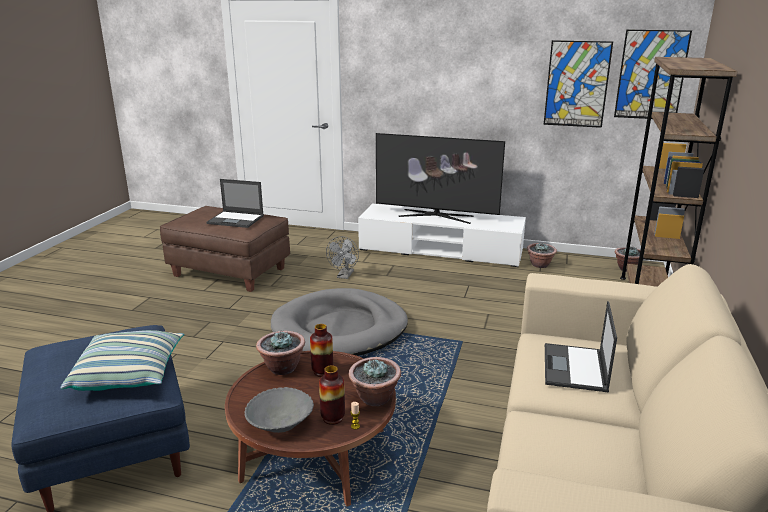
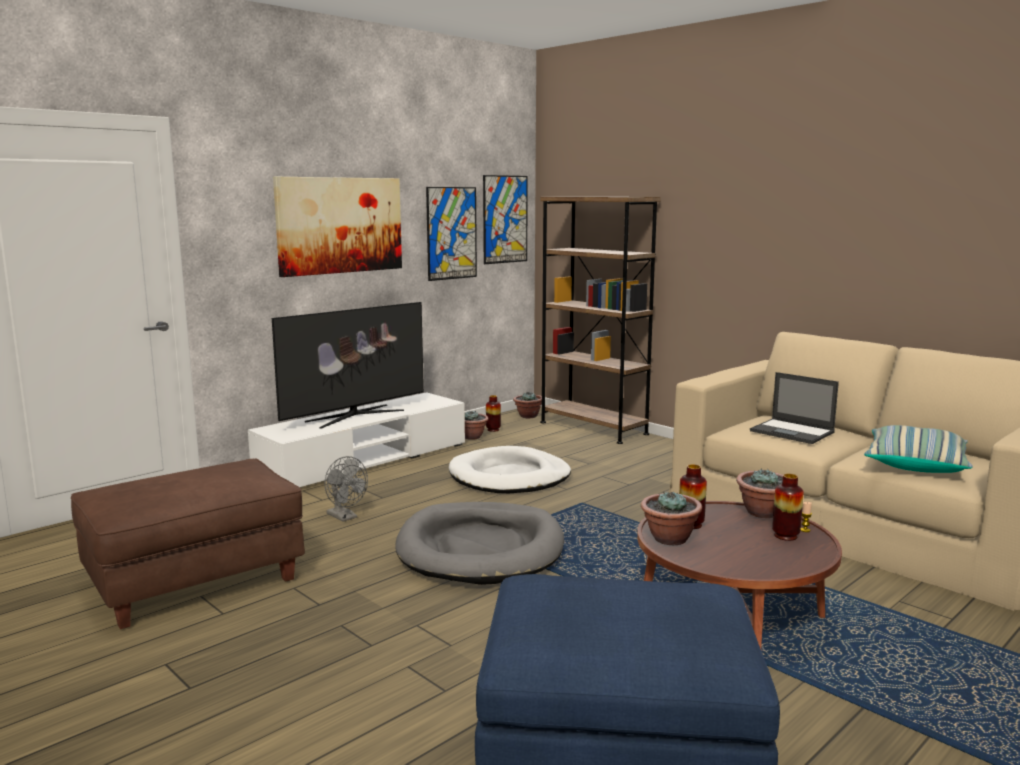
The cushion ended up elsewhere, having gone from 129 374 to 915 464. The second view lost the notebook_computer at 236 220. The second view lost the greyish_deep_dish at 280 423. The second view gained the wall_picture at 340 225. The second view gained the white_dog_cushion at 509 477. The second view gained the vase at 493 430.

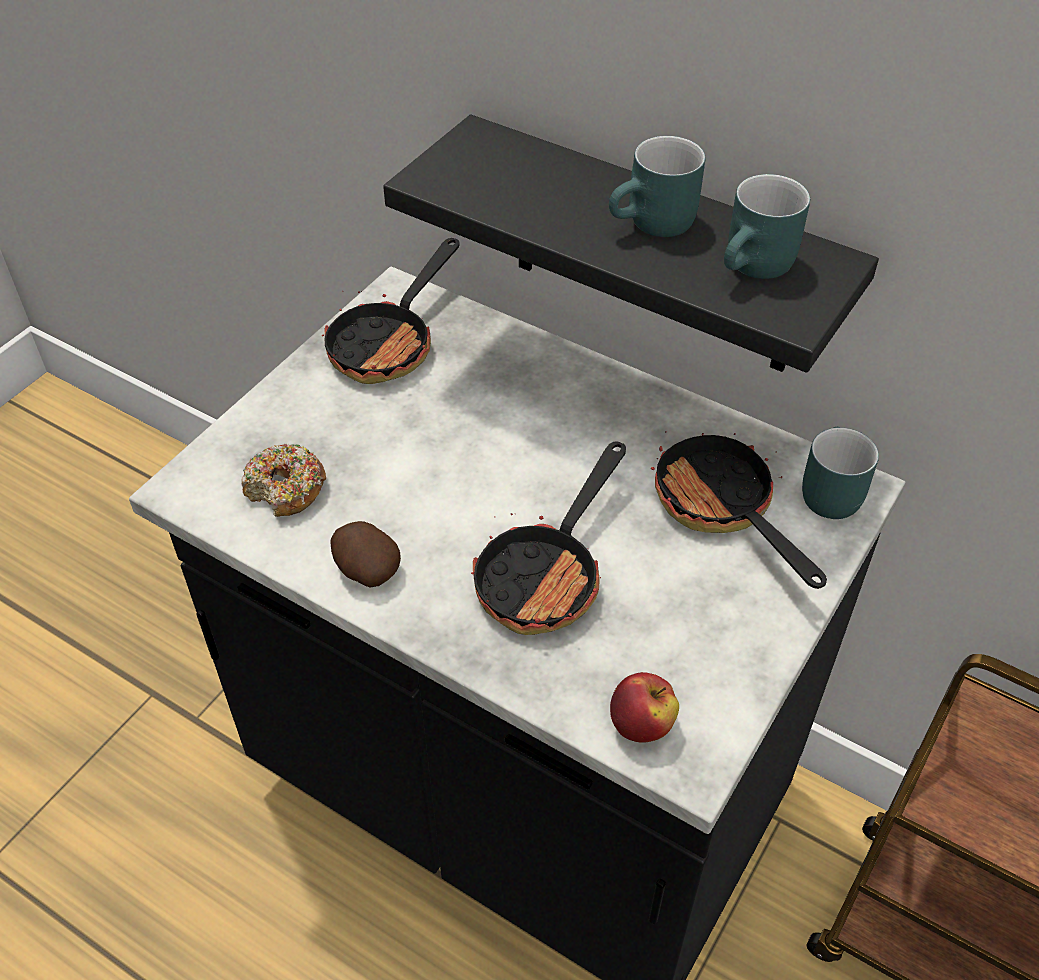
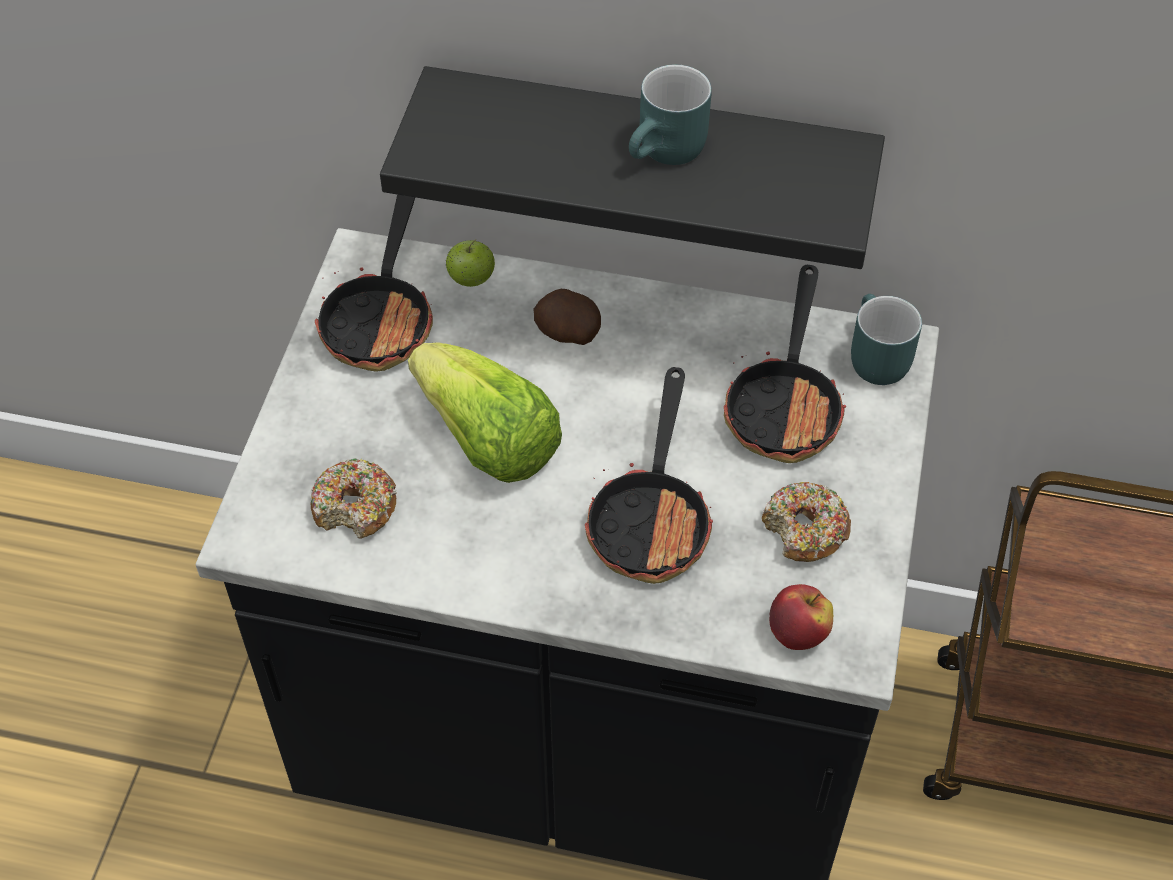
The whole_potato ended up elsewhere, having gone from 365 570 to 567 333. The skillet at 722 509 ended up facing another way, 120 degrees counterclockwise from before. The second view lost the blue-green_mug at 758 268. The second view gained the lettuce at 487 440. The second view gained the apple at 471 279. The second view gained the donut at 804 530.

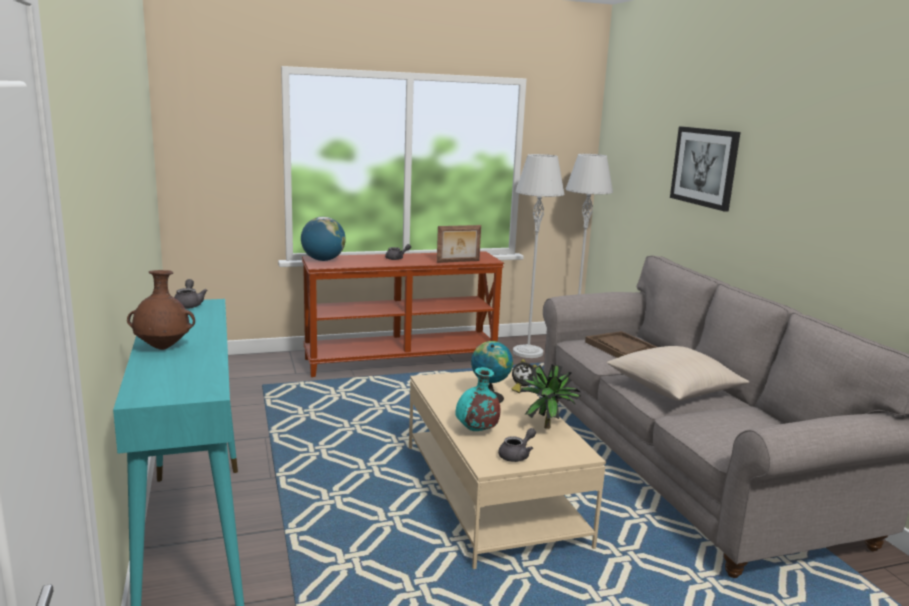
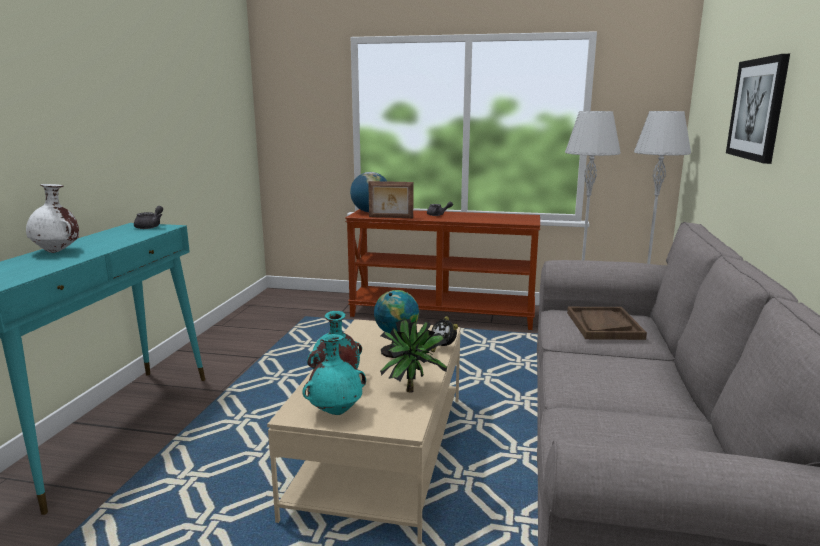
What was the brown_vase at 164 347 turned into the white_vase at 57 251. The standing_frame ended up elsewhere, having gone from 458 262 to 390 217. Where the greyish_teapot stood at 517 455, the blue-green_vase came to stand at 336 412. The second view lost the beige_cushion at 673 389.

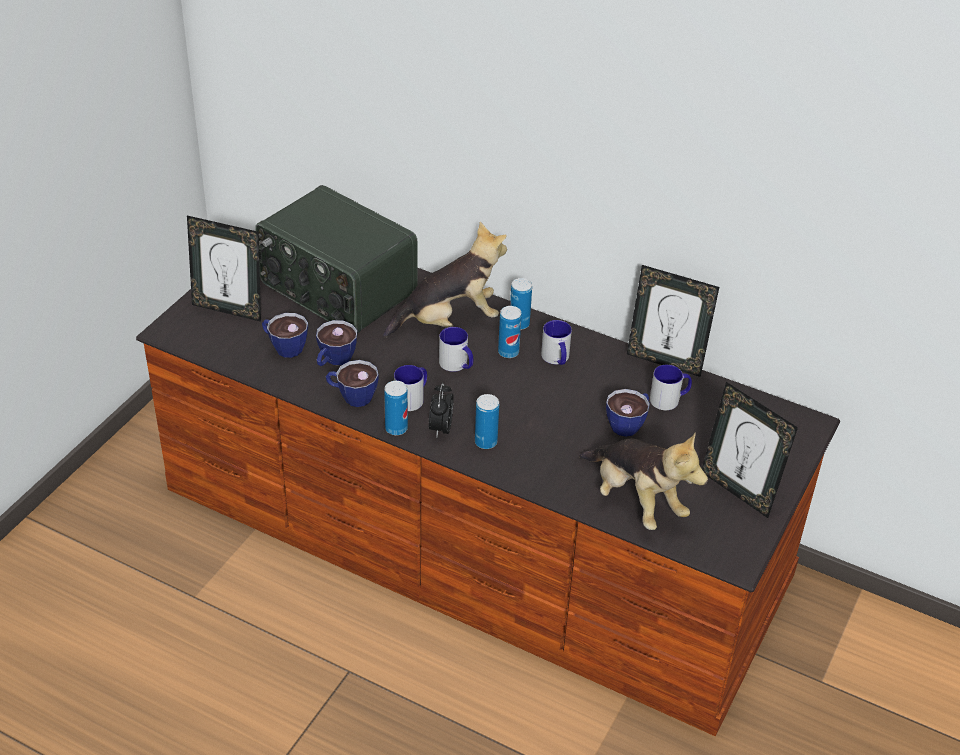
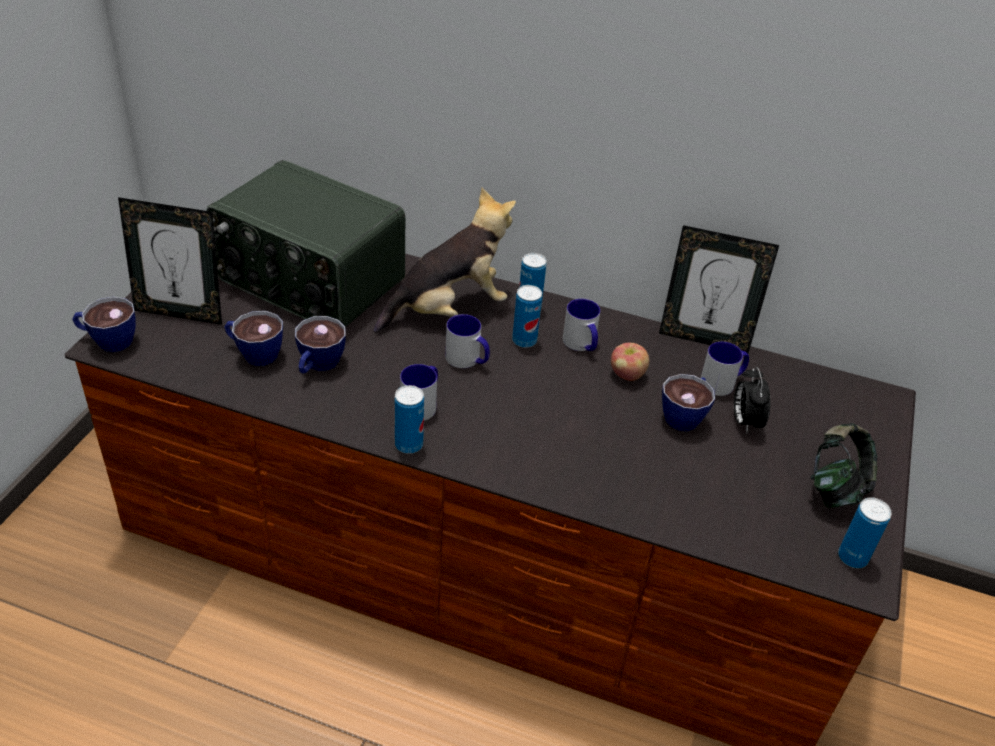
The small_cup ended up elsewhere, having gone from 351 396 to 108 340. The table_clock ended up elsewhere, having gone from 440 428 to 745 421. The metal_can ended up elsewhere, having gone from 486 442 to 852 557. The second view lost the plush_toy at 635 501. Where the standing_frame stood at 738 491, the pair_of_headphones came to stand at 836 488. The second view gained the apple at 627 374.

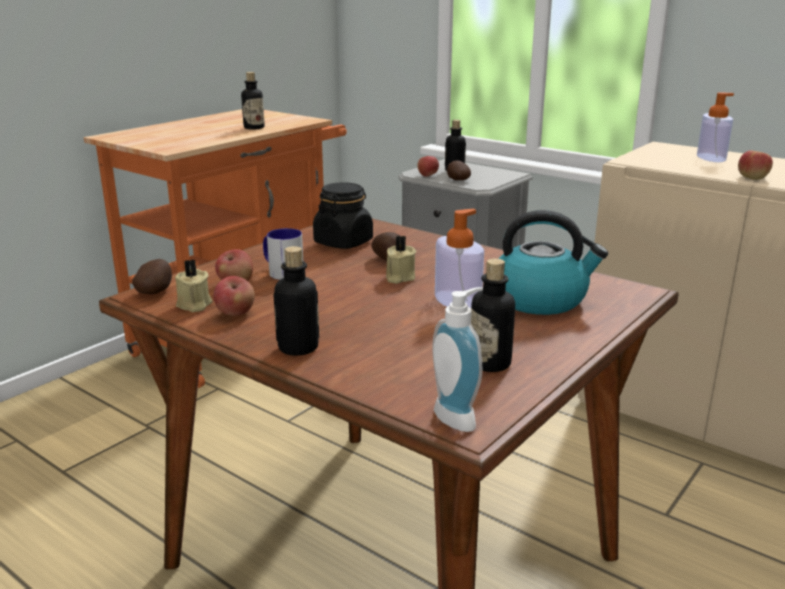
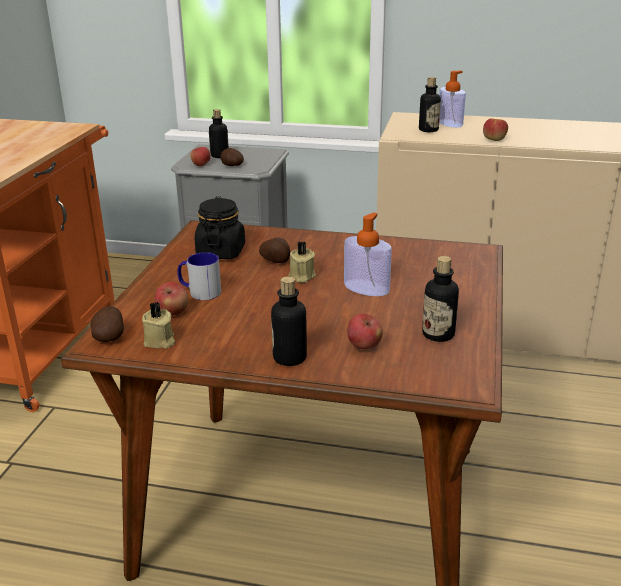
The apple ended up elsewhere, having gone from 235 313 to 364 346. The drink_bottle ended up elsewhere, having gone from 254 127 to 428 130. The second view lost the liquid_soap_bottle at 459 417. The second view lost the tea_kettle at 540 299.

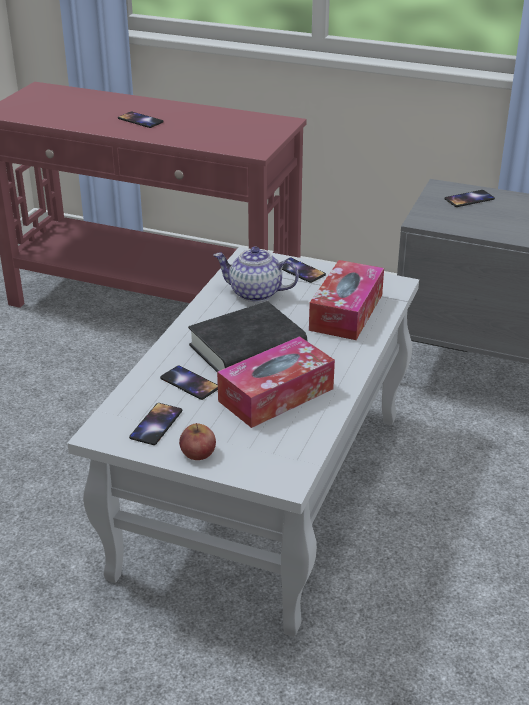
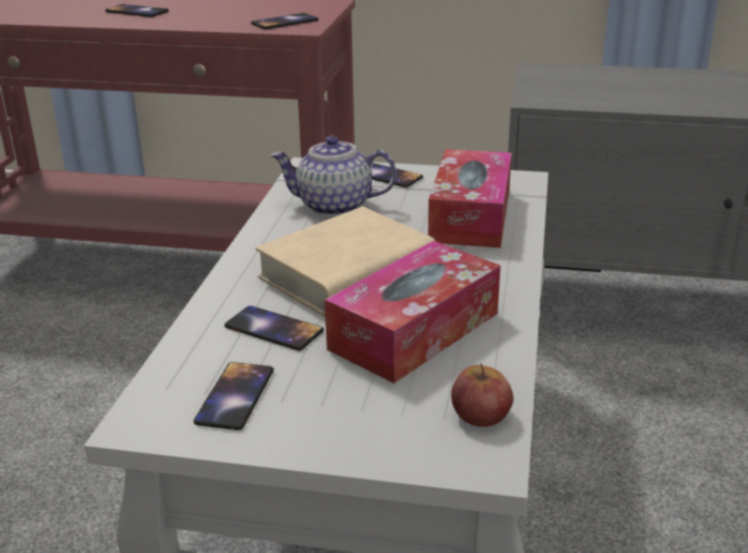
The apple ended up elsewhere, having gone from 198 452 to 480 414. What was the black_bound_book at 247 349 turned into the beige_bound_book at 348 274. The telephone ended up elsewhere, having gone from 469 199 to 285 22.

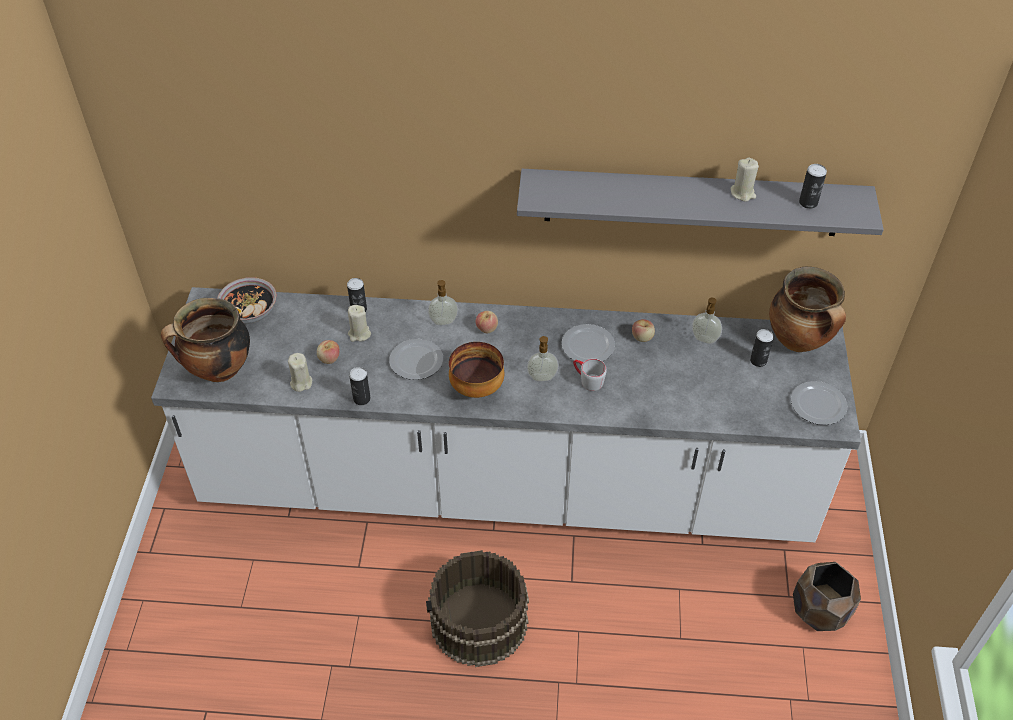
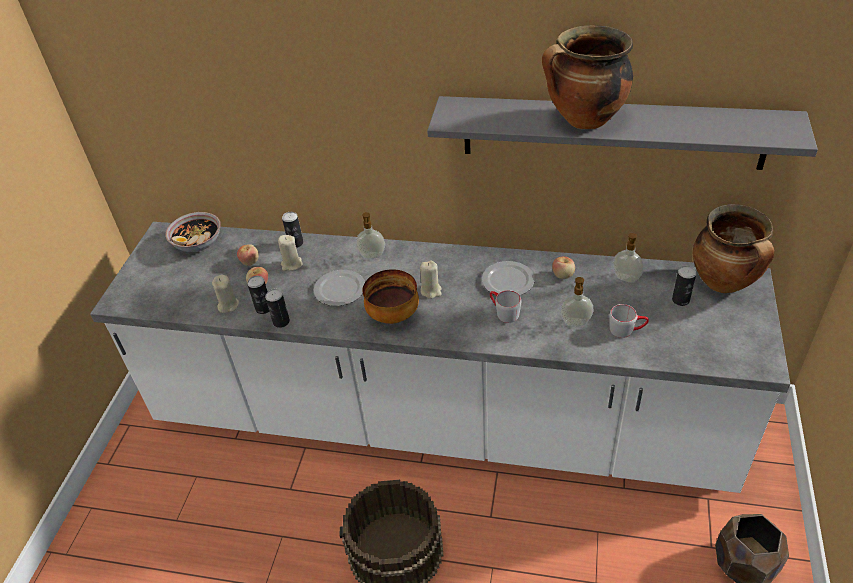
The saucepot ended up elsewhere, having gone from 218 371 to 584 121. The apple ended up elsewhere, having gone from 486 328 to 250 262. The liquid_soap_bottle ended up elsewhere, having gone from 542 378 to 575 323. The beige_wax_light ended up elsewhere, having gone from 743 193 to 431 291. The second view lost the plate at 817 405. The metal_can ended up elsewhere, having gone from 808 203 to 263 308. The second view gained the greyish_mug at 627 329.

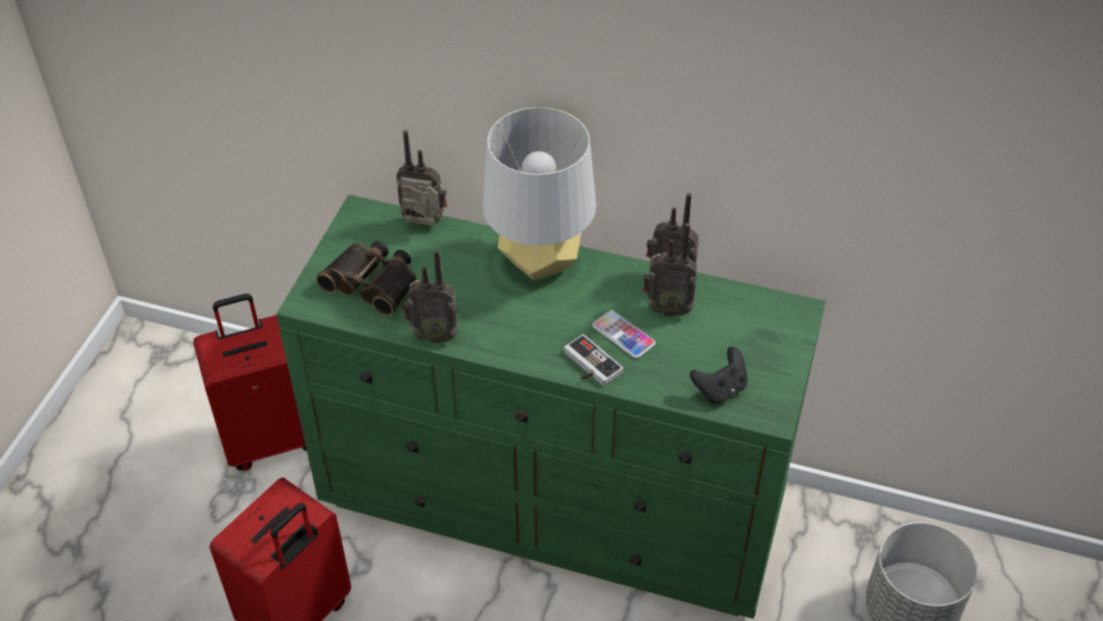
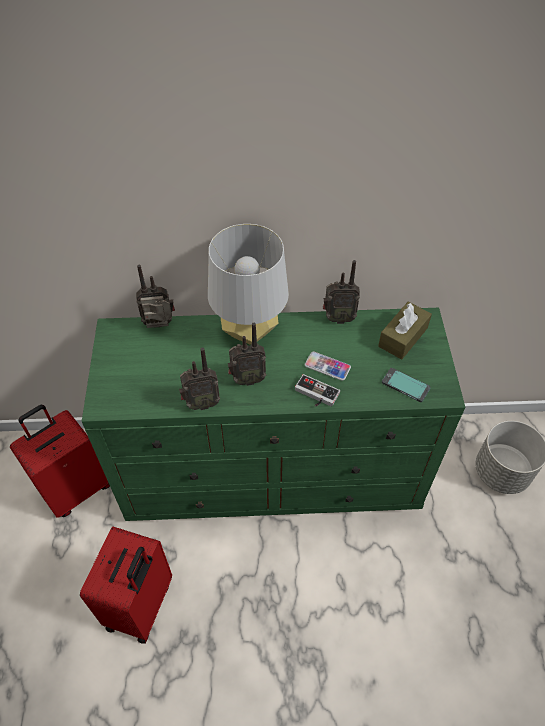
The second view lost the field_glasses at 373 282. The radio ended up elsewhere, having gone from 667 308 to 247 379. Where the black_joypad stood at 720 389, the telephone came to stand at 405 385. The second view gained the brown_tissue_box at 403 337.

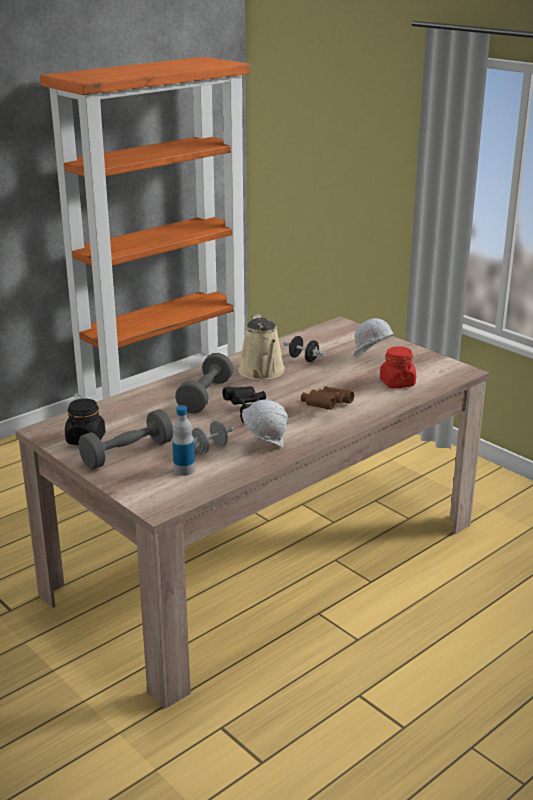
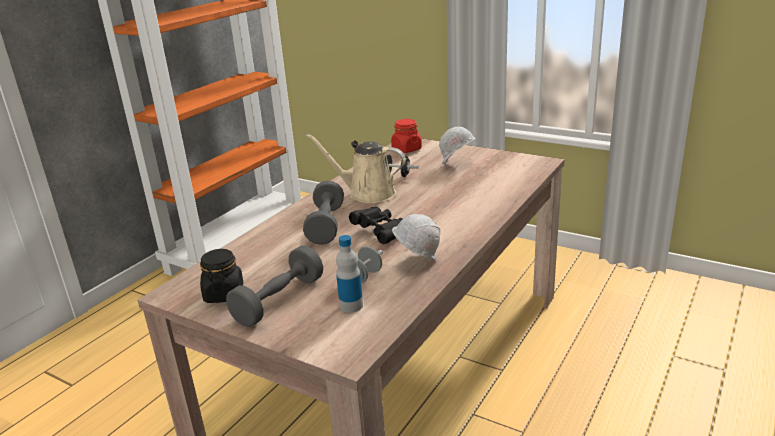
The beige_sprinkling_can at 263 372 ended up facing another way, 135 degrees clockwise from before. The second view lost the brown_field_glasses at 325 407. The red_preserve_jar ended up elsewhere, having gone from 397 383 to 406 149.

